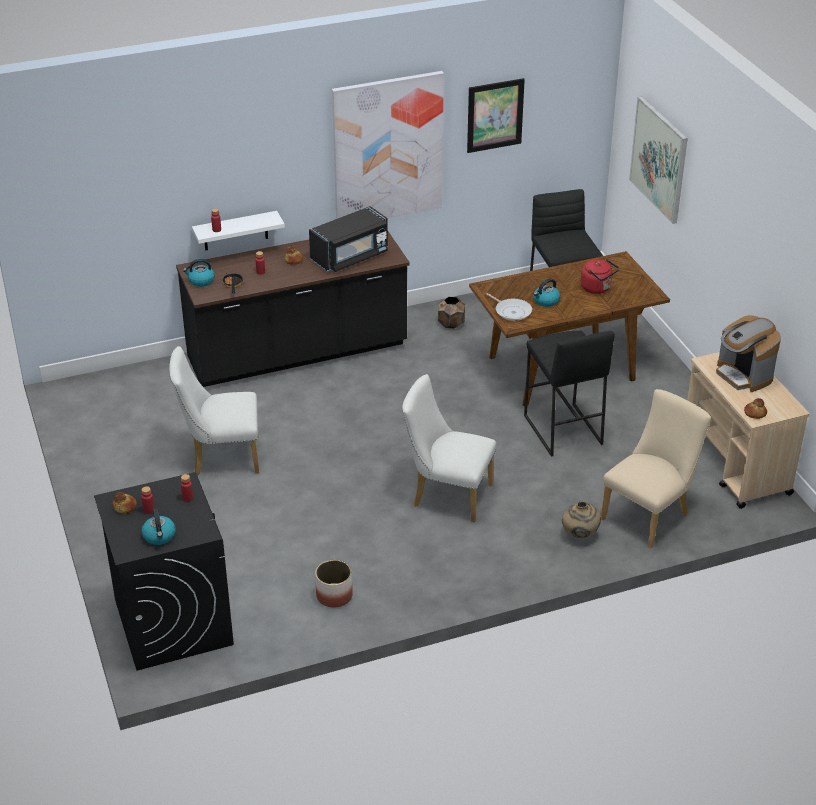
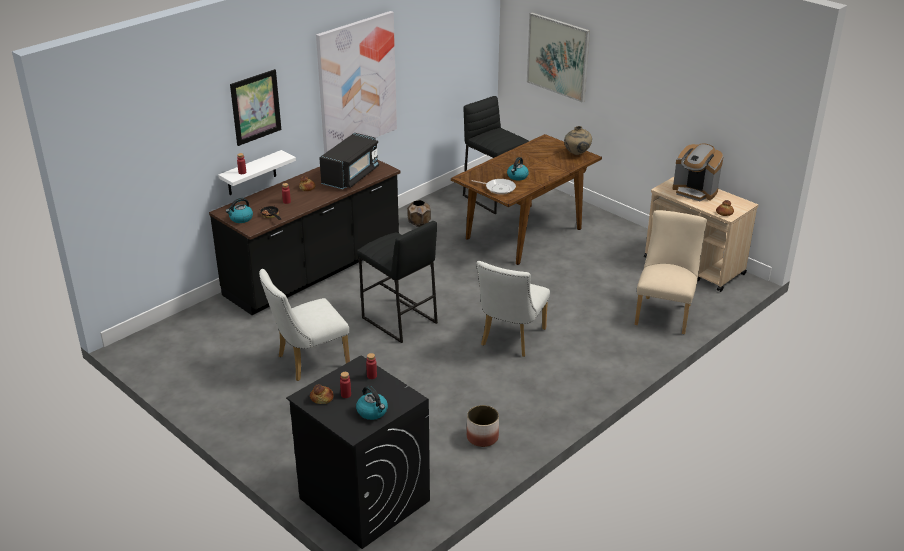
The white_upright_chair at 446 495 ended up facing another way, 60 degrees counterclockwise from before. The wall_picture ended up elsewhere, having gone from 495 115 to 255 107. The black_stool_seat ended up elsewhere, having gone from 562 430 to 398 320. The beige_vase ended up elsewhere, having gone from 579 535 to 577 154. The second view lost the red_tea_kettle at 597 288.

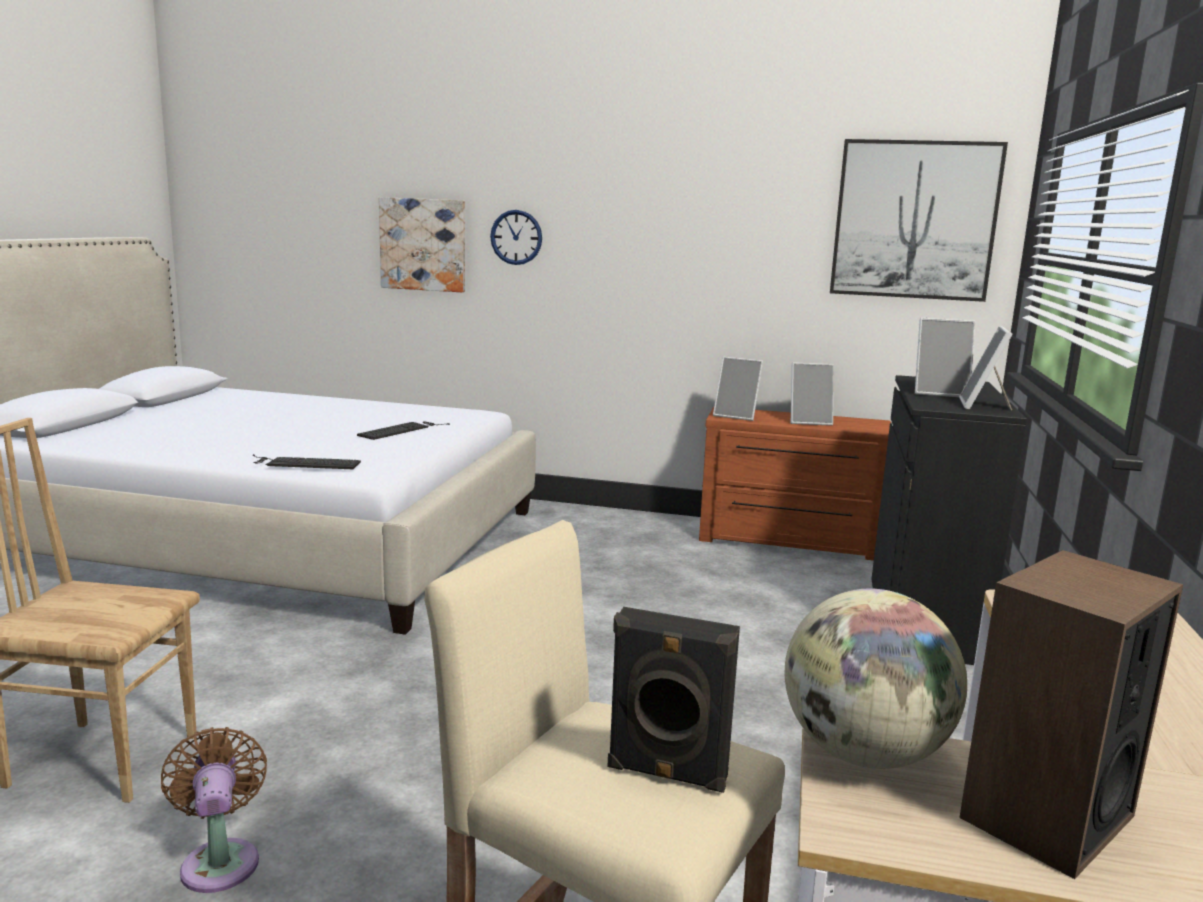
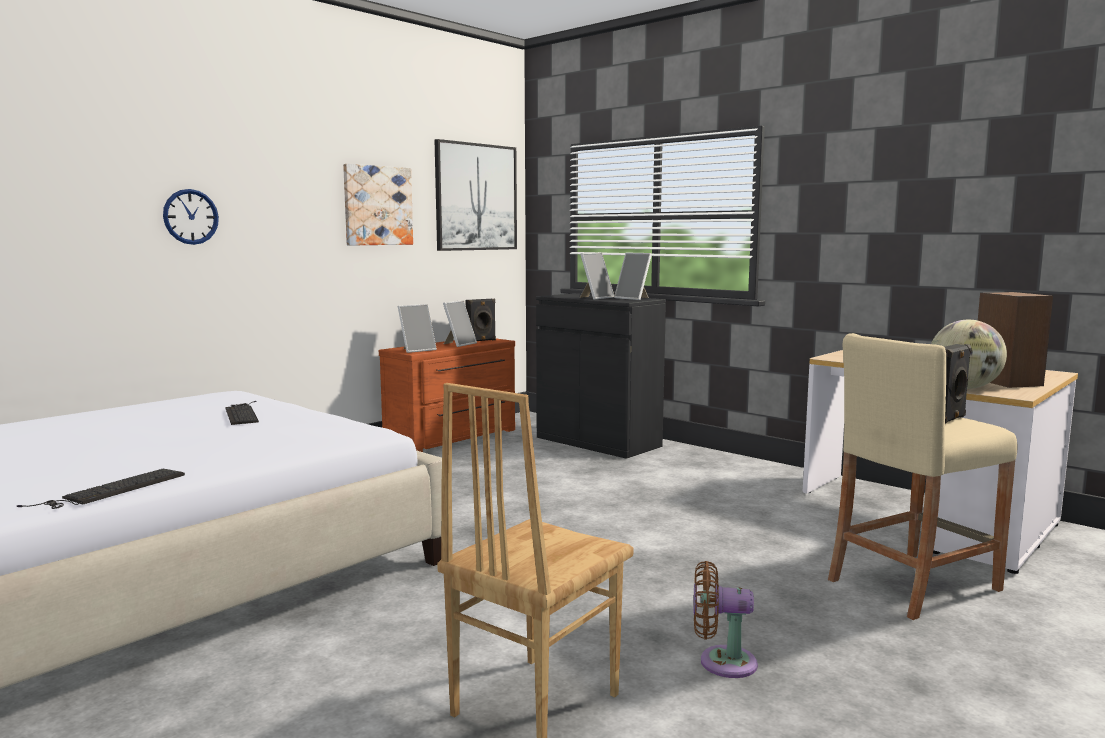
The PC_keyboard ended up elsewhere, having gone from 304 463 to 111 490. The wall_picture ended up elsewhere, having gone from 423 244 to 377 205. The second view gained the black_audio_speaker at 481 341.

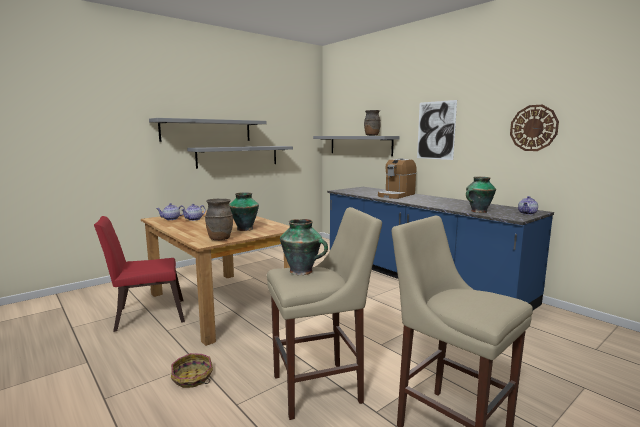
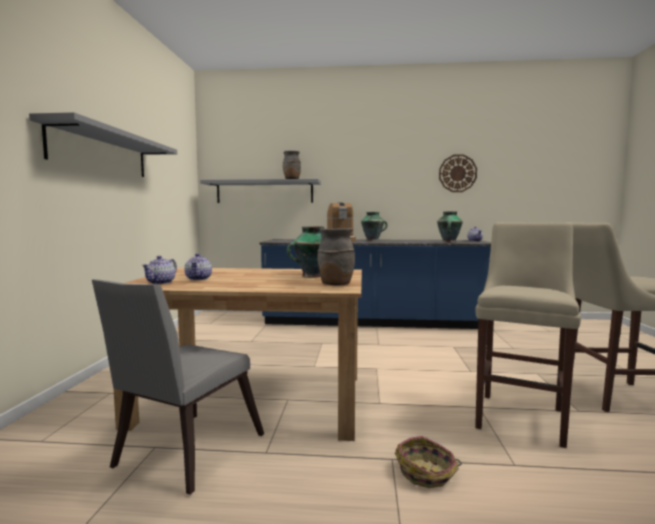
What was the red_upright_chair at 145 315 turned into the greyish_upright_chair at 183 454. The second view lost the greyish_wall_shelf at 238 156. The vase ended up elsewhere, having gone from 302 271 to 373 240. The second view lost the wall_picture at 436 130.

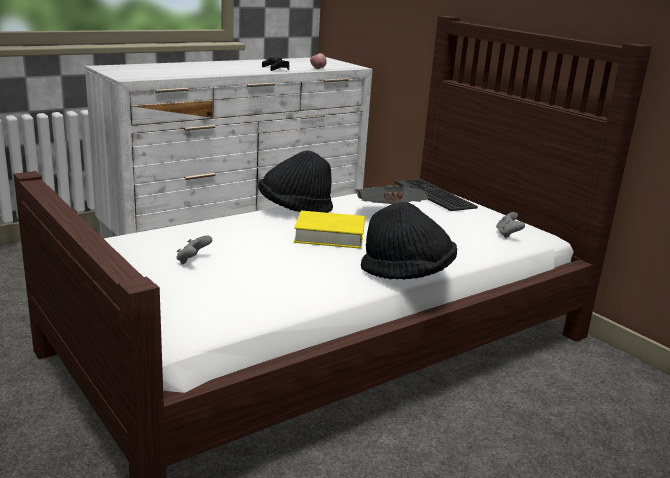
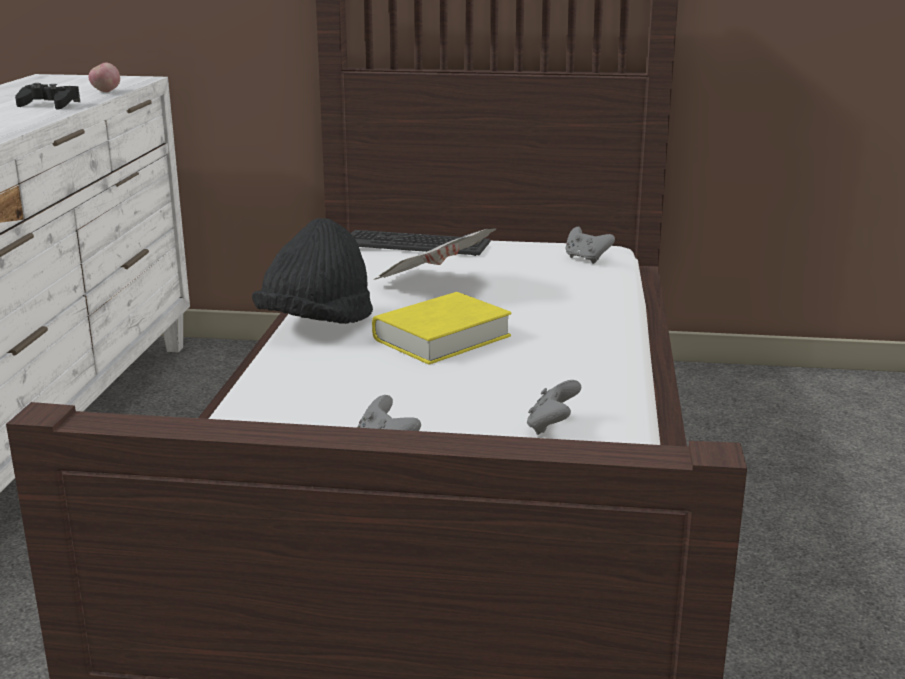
The second view lost the black_wearable_hat at 407 274. The second view gained the greyish_joypad at 552 427.

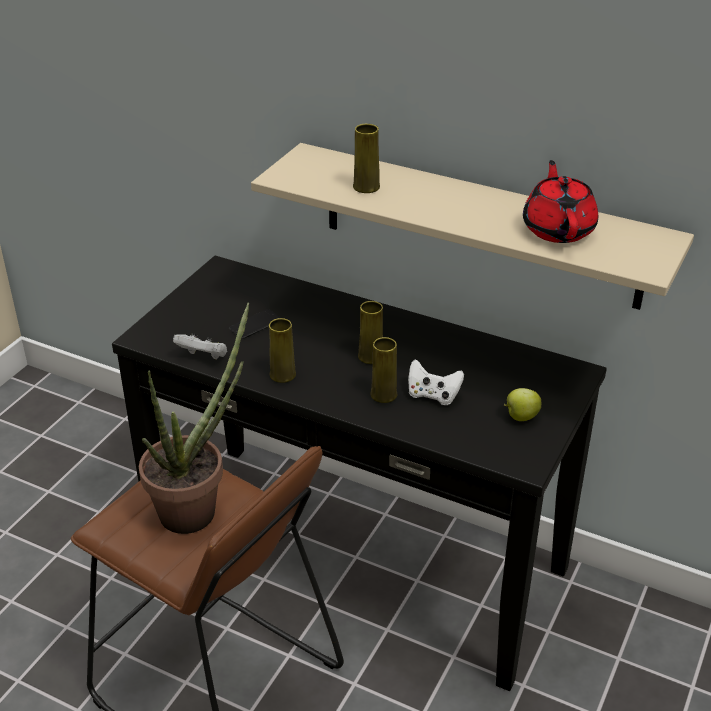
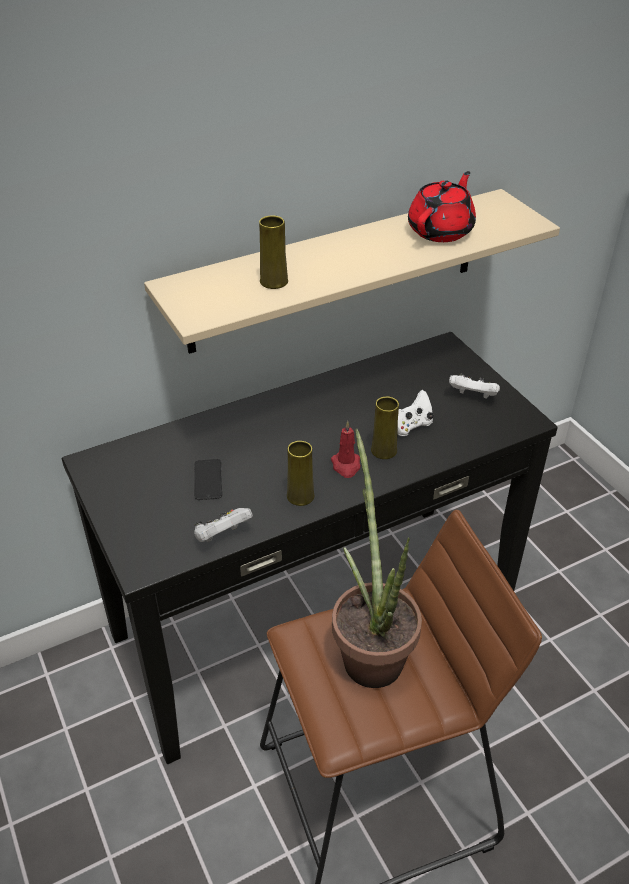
The second view lost the yellowish_vase at 371 356. Where the apple stood at 520 417, the white_joypad came to stand at 473 396. The red_teapot at 558 229 ended up facing another way, 90 degrees clockwise from before. The second view gained the red_wax_light at 346 466.

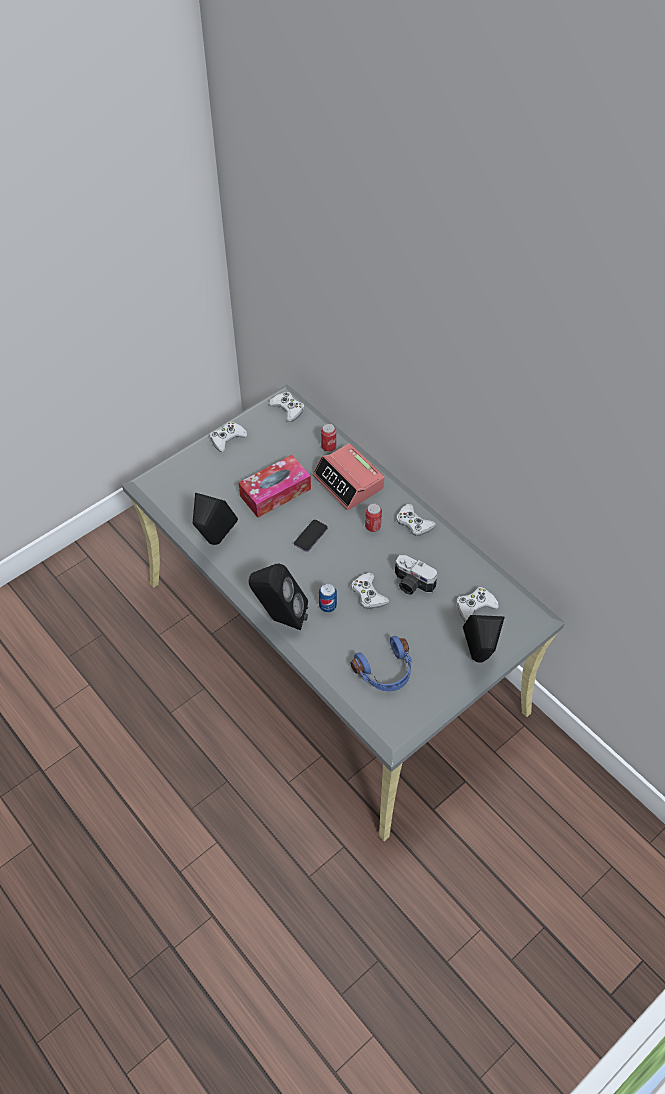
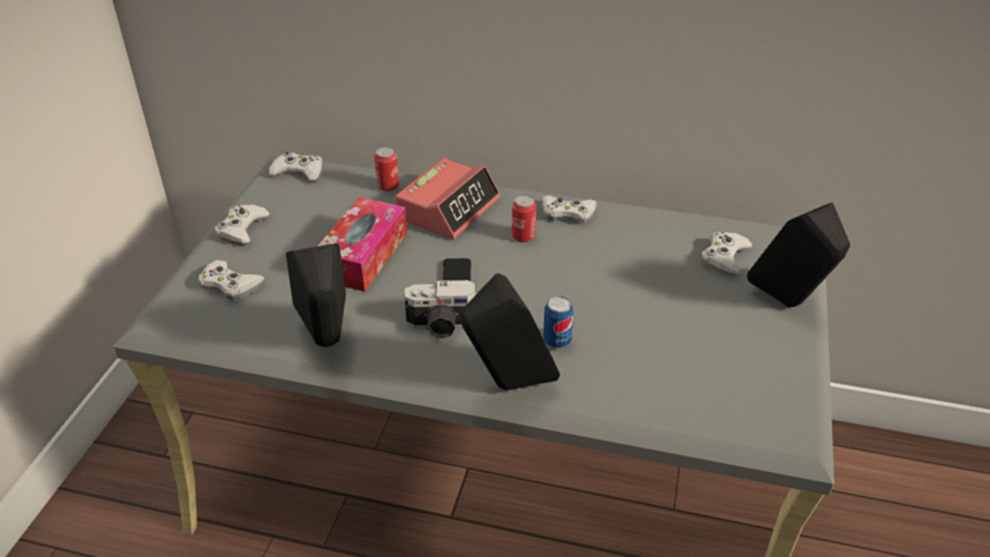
The table_clock at 348 482 ended up facing another way, 75 degrees counterclockwise from before. The white_joypad ended up elsewhere, having gone from 368 594 to 230 285. The second view lost the blue-coloured_pair_of_headphones at 386 672. The still_camera ended up elsewhere, having gone from 411 584 to 441 325.

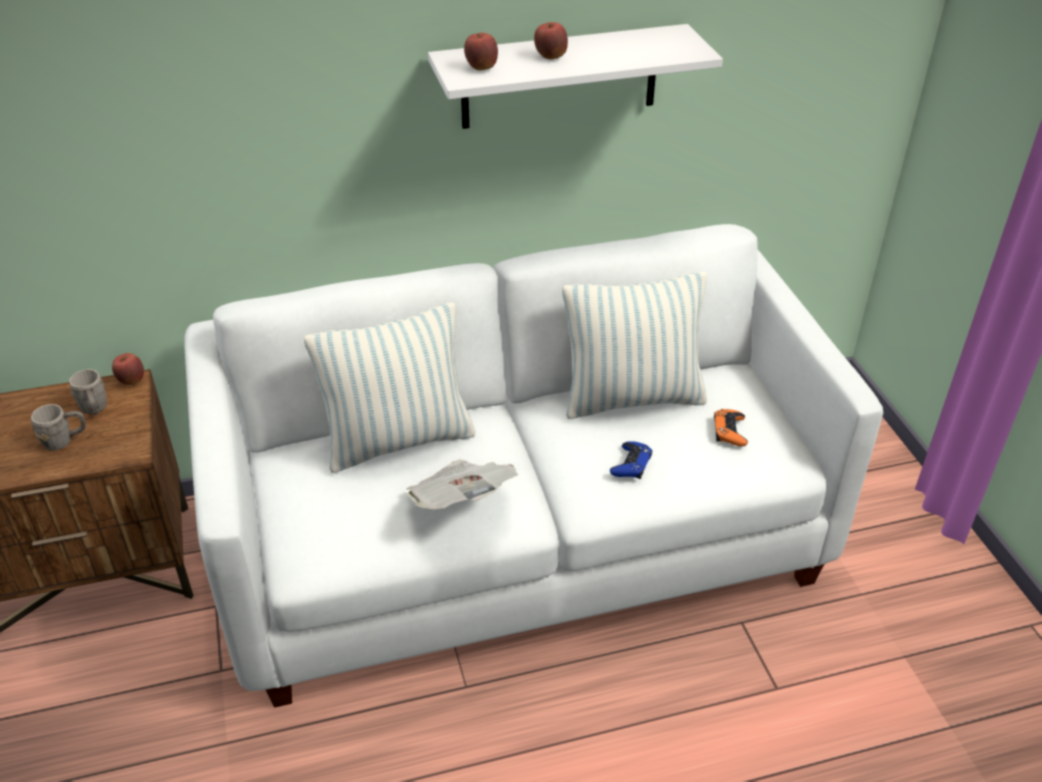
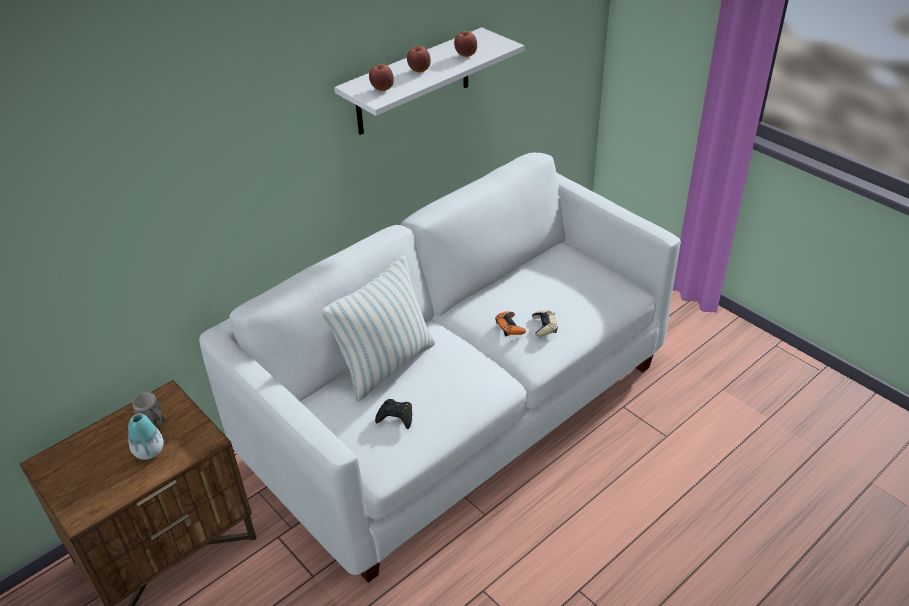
Where the greyish_mug stood at 64 440, the vase came to stand at 149 451. The apple ended up elsewhere, having gone from 131 381 to 466 55. The second view lost the daily_paper at 461 503. The second view lost the cushion at 632 398. What was the blue-coloured_joypad at 631 464 turned into the beige_joypad at 544 326. The orange_joypad ended up elsewhere, having gone from 729 431 to 509 327. The second view gained the black_joypad at 396 416.

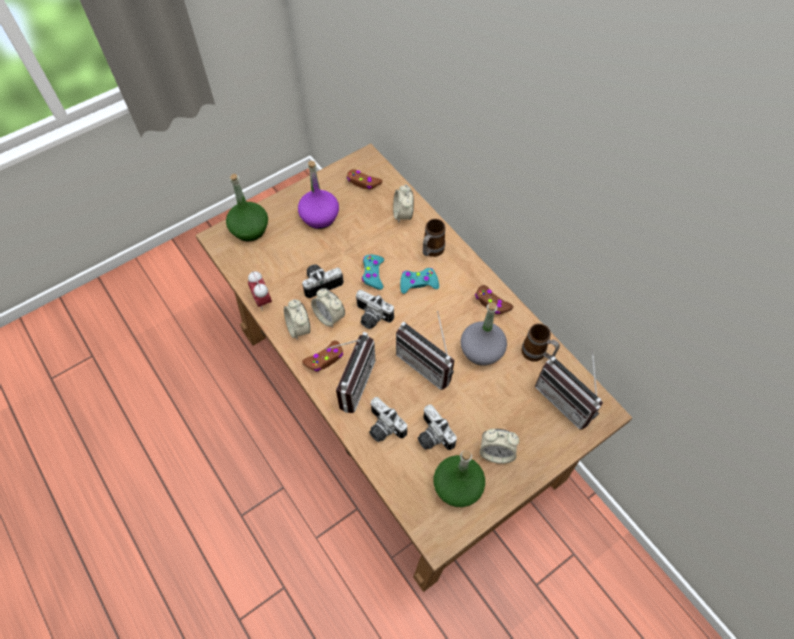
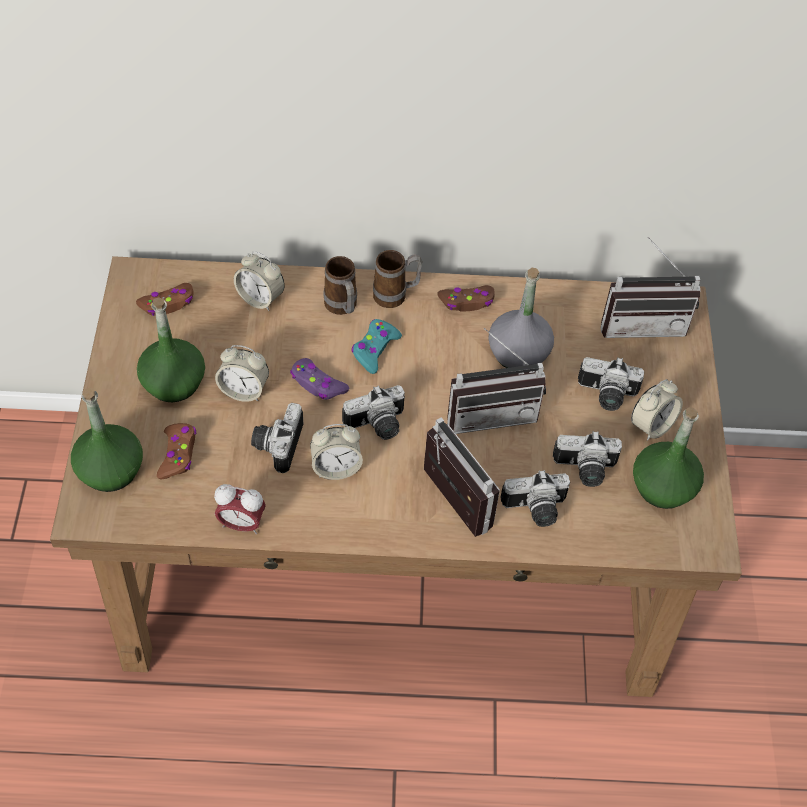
The table_clock ended up elsewhere, having gone from 299 328 to 244 390. What was the purplish_drink_bottle at 320 217 turned into the green-coloured_drink_bottle at 173 382. The brown_joypad ended up elsewhere, having gone from 325 359 to 178 454. What was the blue-green_joypad at 373 274 turned into the purplish_joypad at 317 384. The mug ended up elsewhere, having gone from 537 354 to 396 295. The second view gained the still_camera at 606 395.

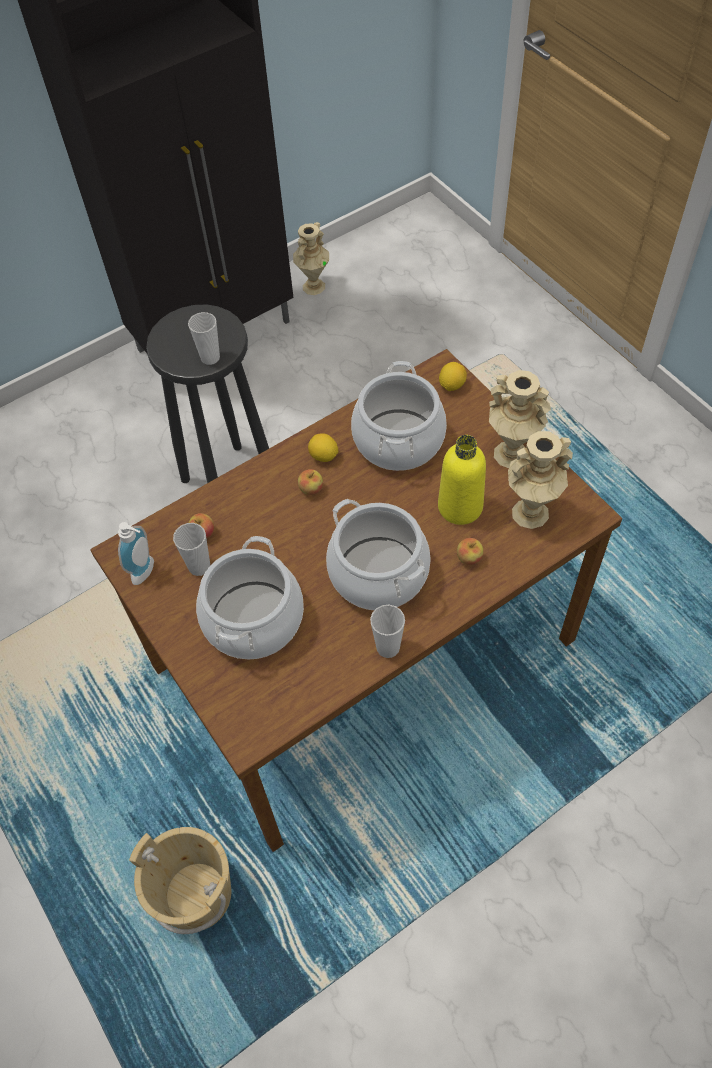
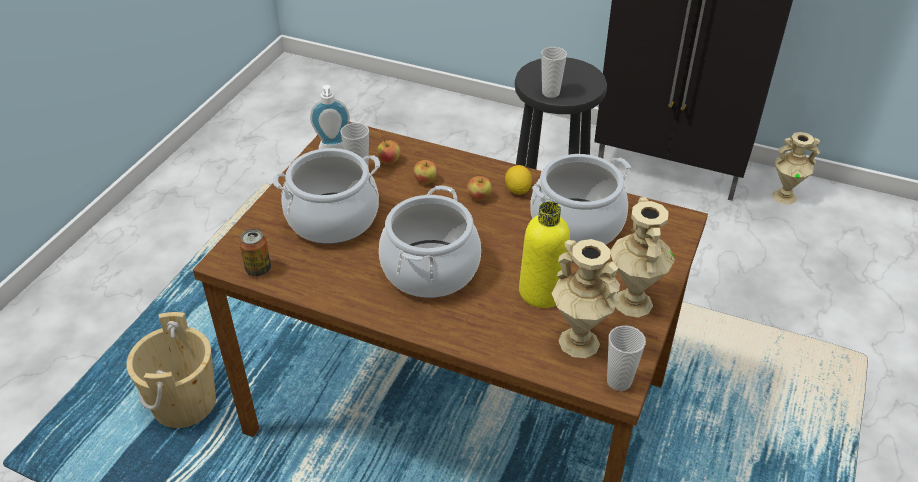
The small_cup ended up elsewhere, having gone from 388 647 to 619 381. The second view lost the whole_lemon at 451 385. The apple ended up elsewhere, having gone from 469 558 to 426 181. The second view gained the metal_can at 258 269.

